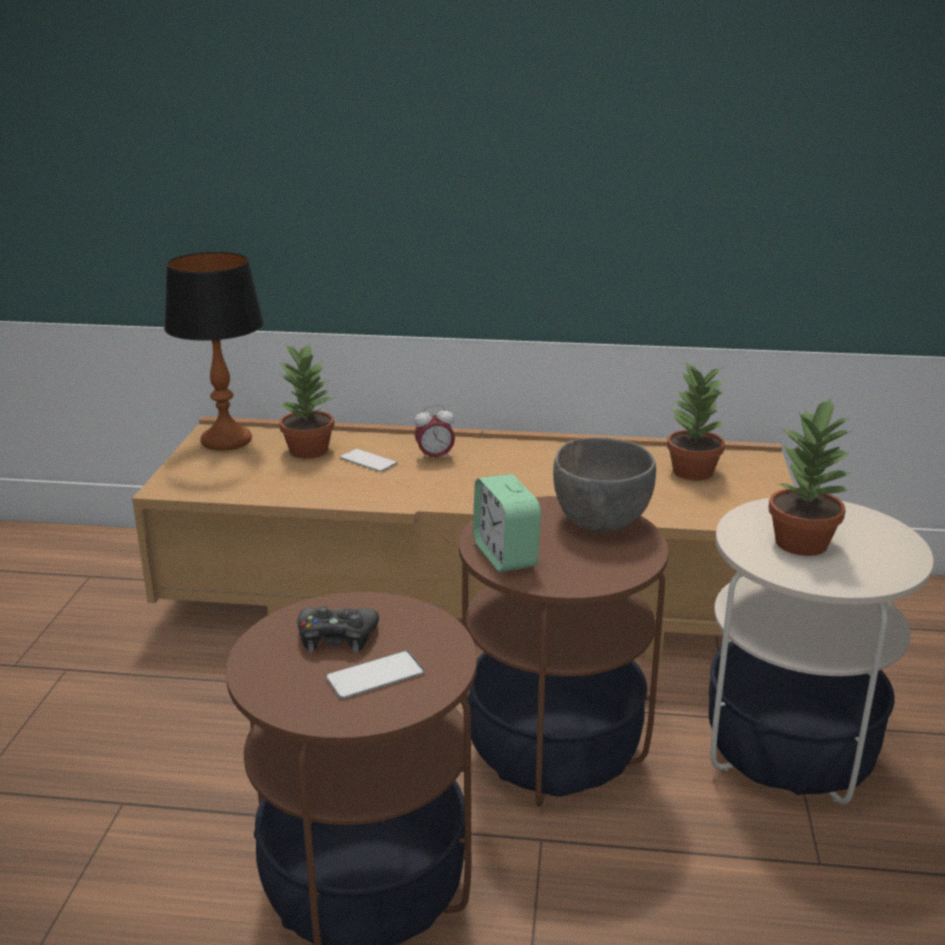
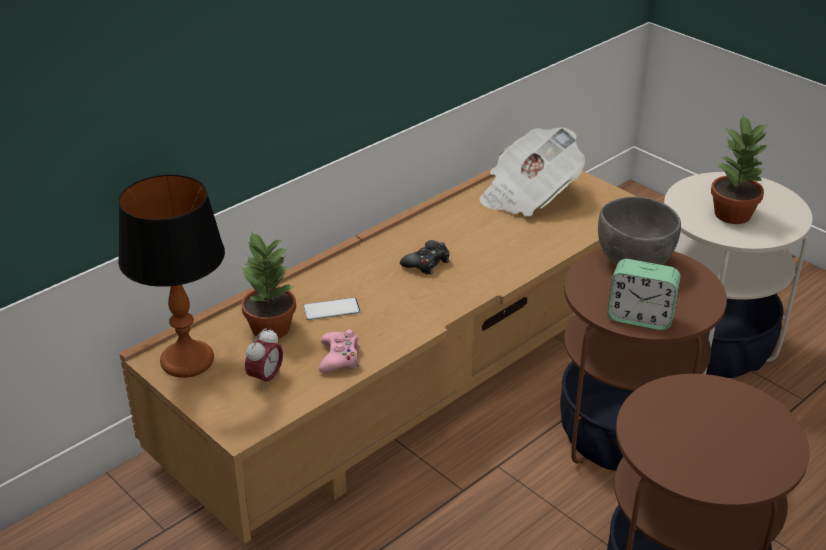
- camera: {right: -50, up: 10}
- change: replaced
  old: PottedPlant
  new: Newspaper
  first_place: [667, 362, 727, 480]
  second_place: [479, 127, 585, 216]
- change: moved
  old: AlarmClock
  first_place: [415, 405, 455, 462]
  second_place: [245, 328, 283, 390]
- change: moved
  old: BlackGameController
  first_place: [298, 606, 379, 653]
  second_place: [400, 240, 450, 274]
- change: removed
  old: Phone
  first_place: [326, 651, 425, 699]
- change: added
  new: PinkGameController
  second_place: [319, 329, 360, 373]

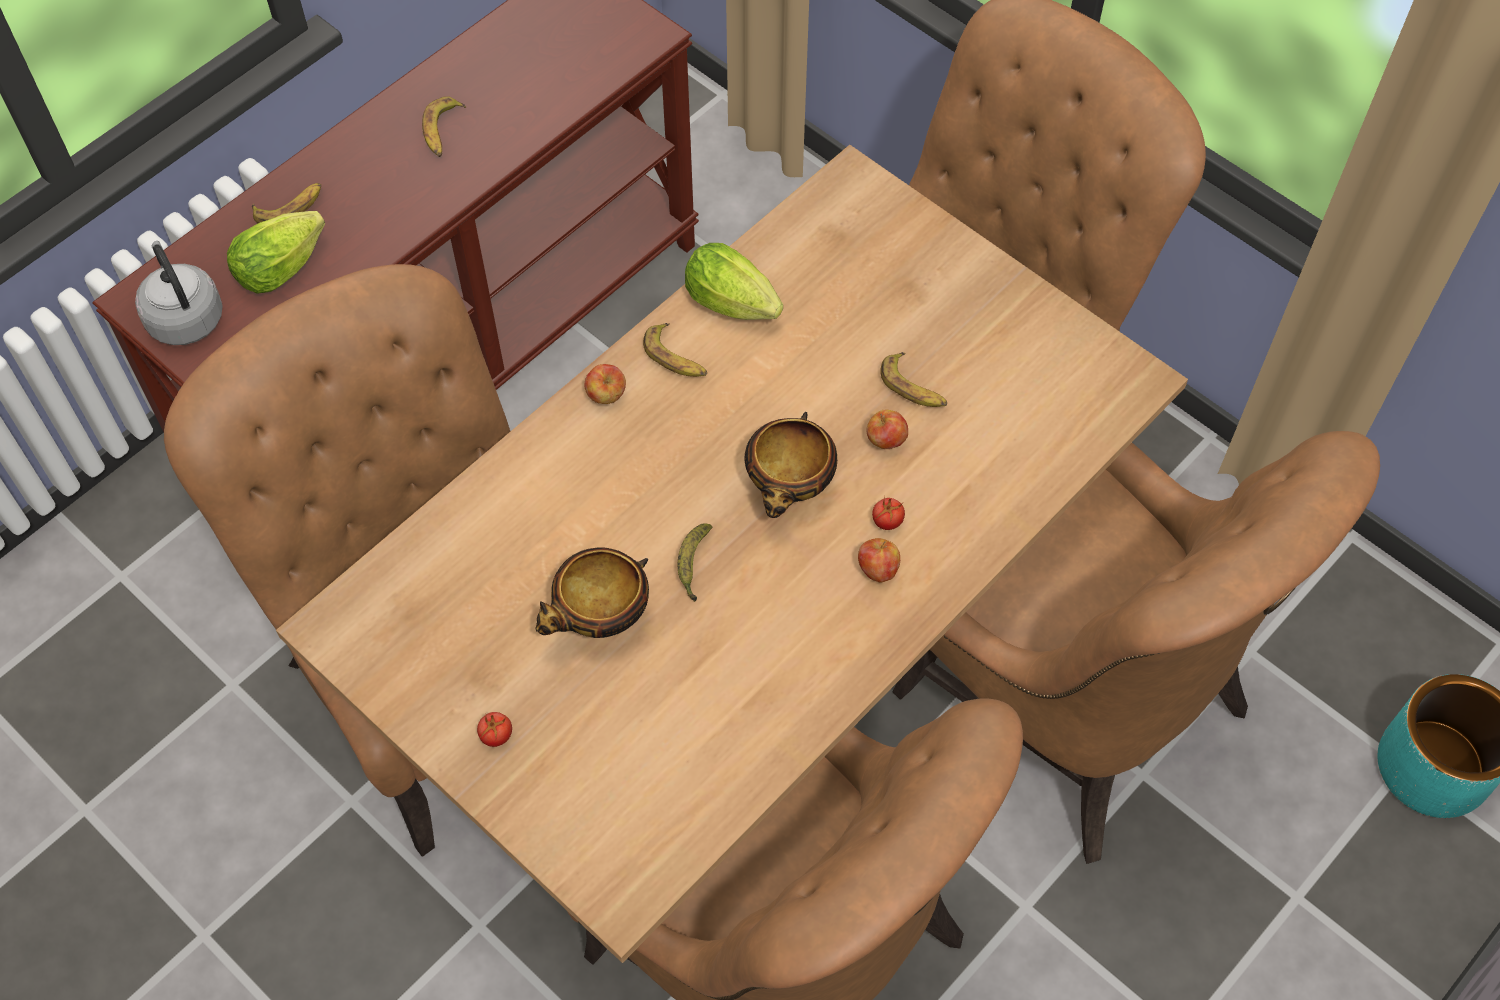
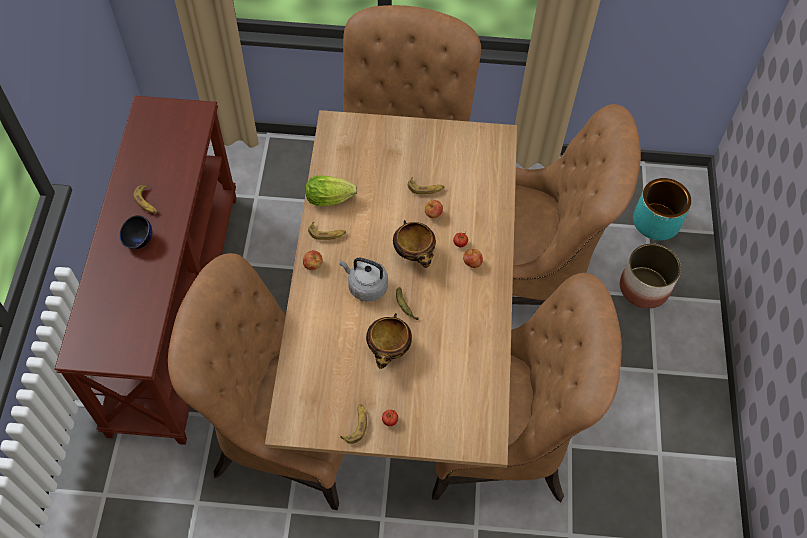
- camera: {right: -40, up: 0}
- change: moved
  old: Banana
  first_place: [252, 183, 321, 223]
  second_place: [340, 404, 367, 444]
- change: removed
  old: Lettuce
  first_place: [227, 211, 325, 294]
- change: moved
  old: GreyKettle
  first_place: [135, 241, 223, 345]
  second_place: [340, 257, 388, 302]
- change: added
  new: BlackBowl
  second_place: [120, 215, 152, 249]
- change: added
  new: Planter
  second_place: [620, 243, 681, 309]

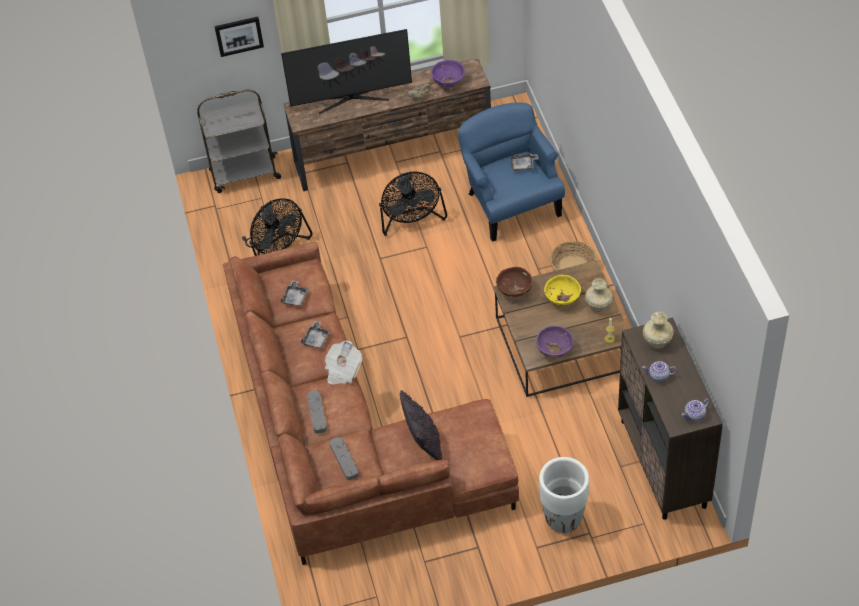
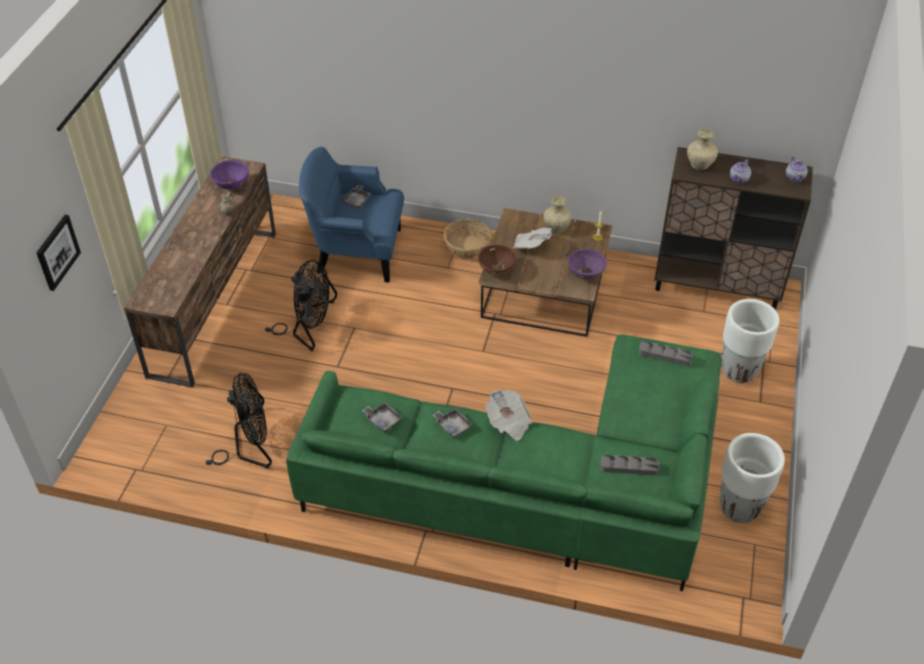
- camera: {right: -65, up: -5}
- change: removed
  old: Television
  first_place: [281, 29, 412, 114]
- change: removed
  old: GreyCart
  first_place: [197, 89, 281, 193]
- change: recoloured
  old: BrownSofa
  new: GreenSofa
  first_place: [223, 242, 519, 565]
  second_place: [286, 335, 721, 591]
- change: replaced
  old: YellowBowl
  new: Newspaper
  first_place: [544, 275, 581, 306]
  second_place: [513, 228, 552, 249]
- change: moved
  old: GreyTray
  first_place: [307, 390, 327, 434]
  second_place: [639, 341, 693, 366]
- change: removed
  old: BlackPillow
  first_place: [400, 390, 443, 460]
- change: added
  new: WhitePlanter
  second_place: [720, 433, 785, 523]

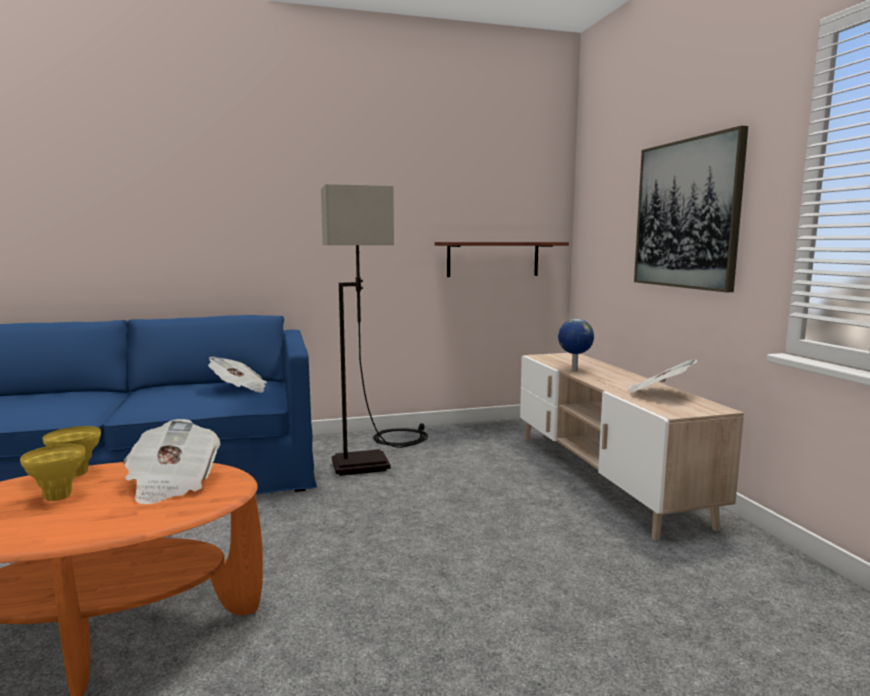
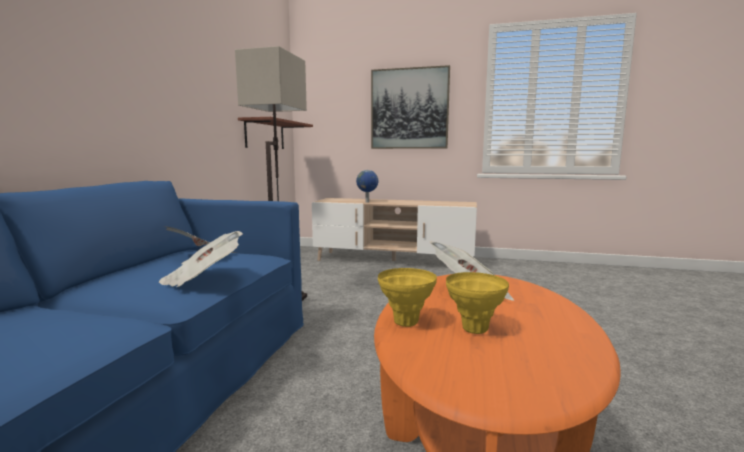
- camera: {right: -60, up: 0}
- change: moved
  old: Newspaper
  first_place: [627, 359, 697, 393]
  second_place: [159, 231, 243, 287]

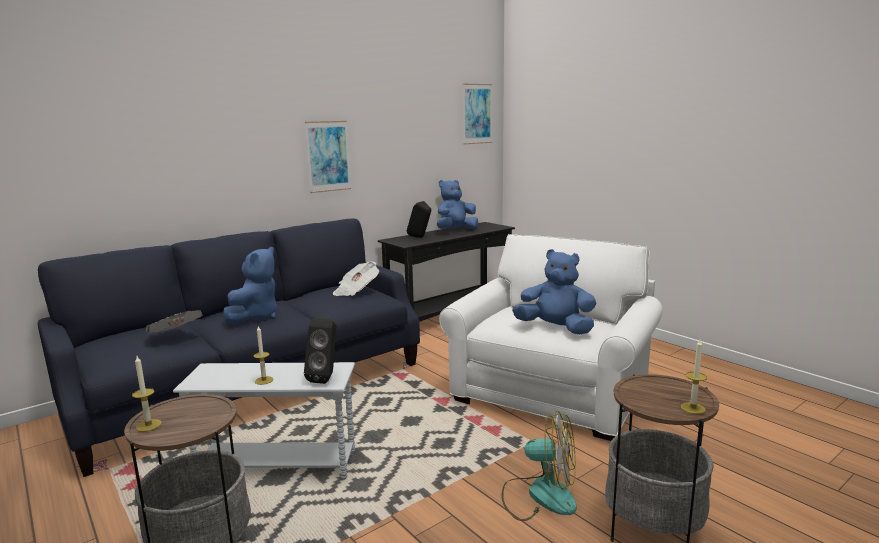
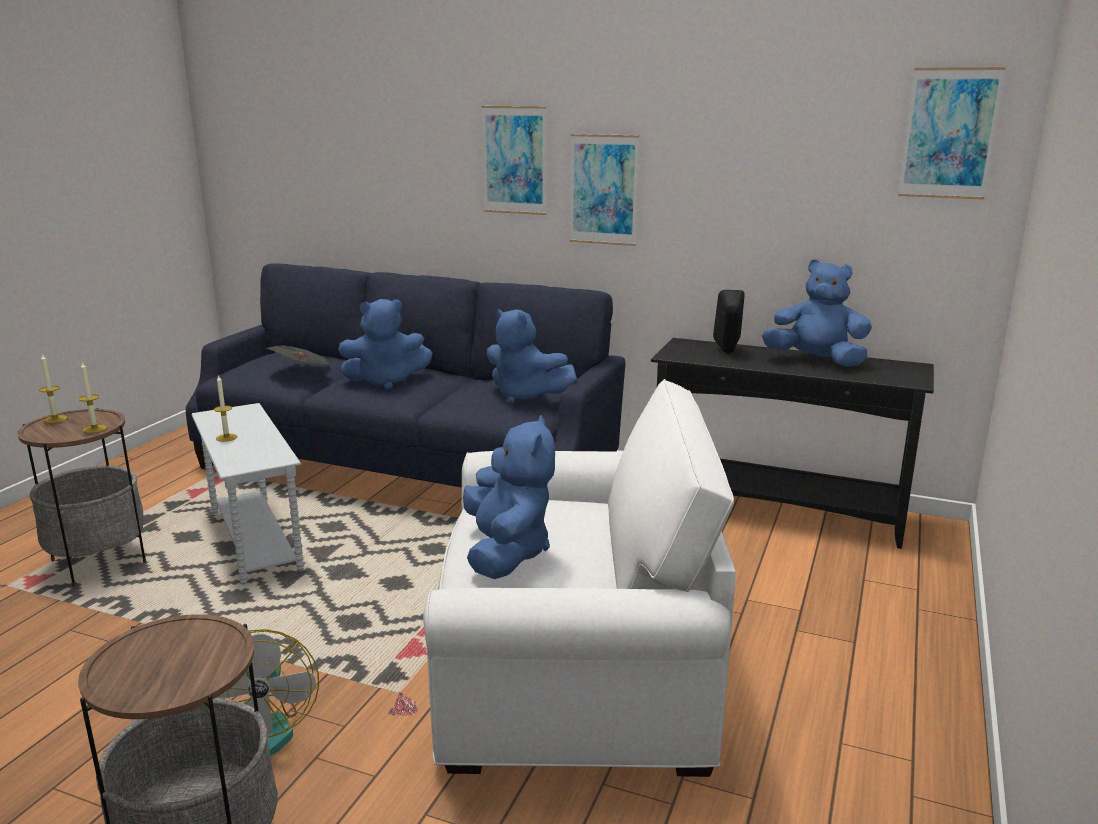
- camera: {right: 60, up: 5}
- change: replaced
  old: Newspaper
  new: BluePlushToy
  first_place: [333, 261, 379, 296]
  second_place: [487, 309, 577, 405]
- change: removed
  old: BlackSpeaker
  first_place: [304, 317, 336, 384]
- change: moved
  old: Candle
  first_place: [681, 340, 707, 414]
  second_place: [79, 362, 107, 433]
- change: added
  new: Picture
  second_place: [482, 106, 546, 215]

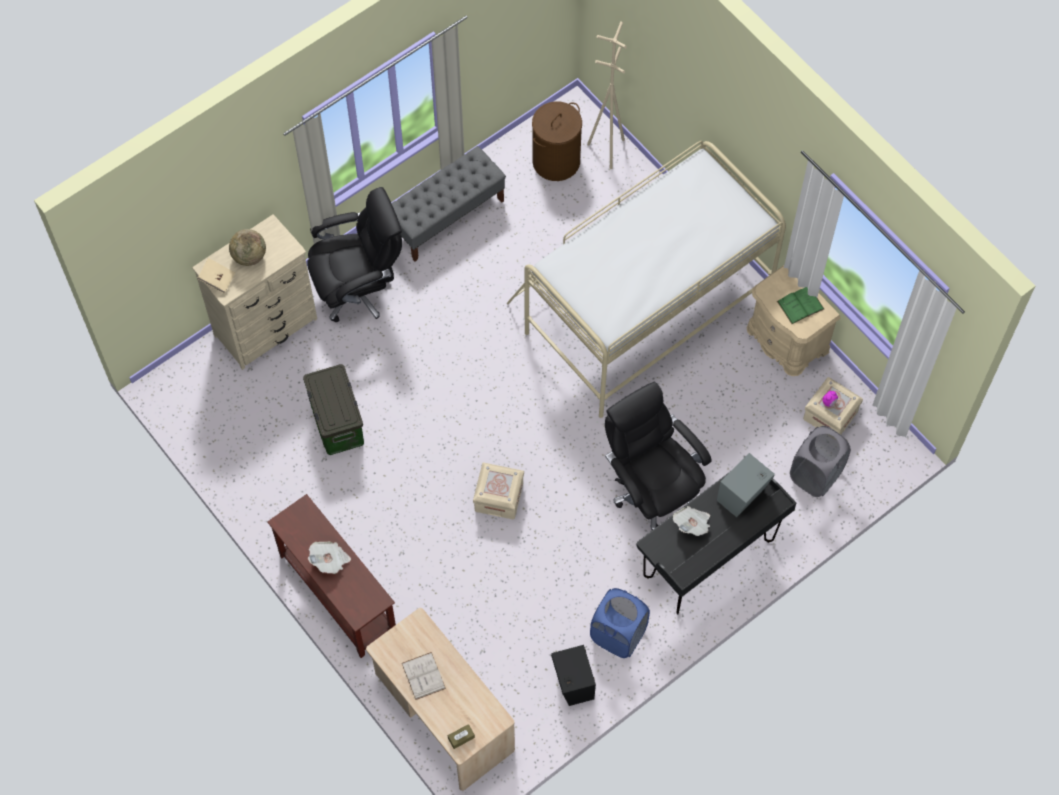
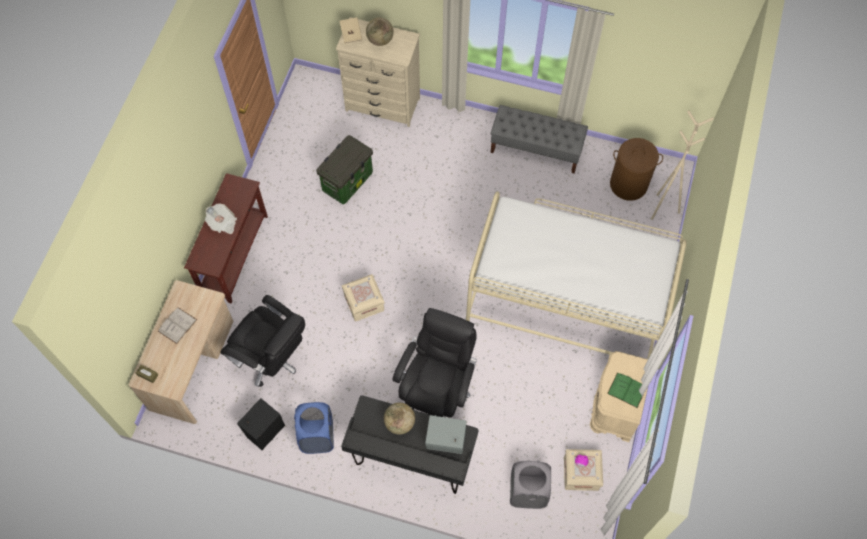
- camera: {right: 55, up: 0}
- change: moved
  old: BlackOfficeChair
  first_place: [307, 187, 402, 322]
  second_place: [221, 295, 305, 387]
- change: replaced
  old: Newspaper
  new: Globe
  first_place: [673, 506, 710, 536]
  second_place: [384, 403, 415, 435]

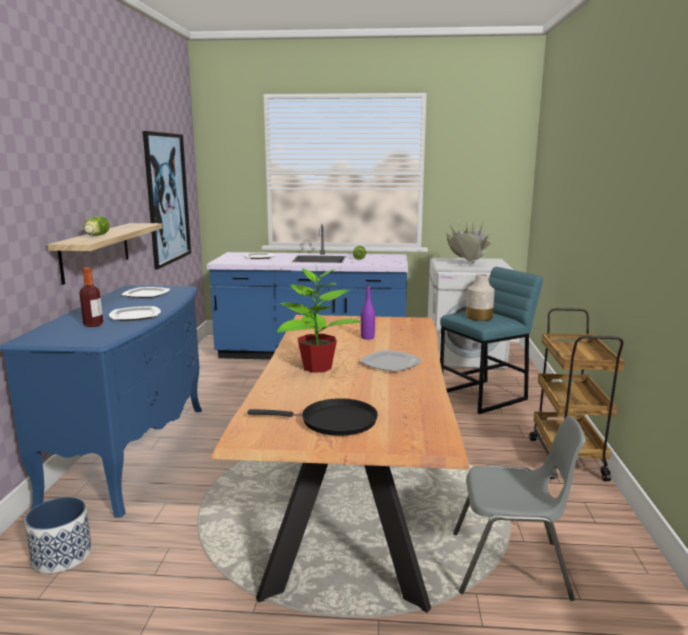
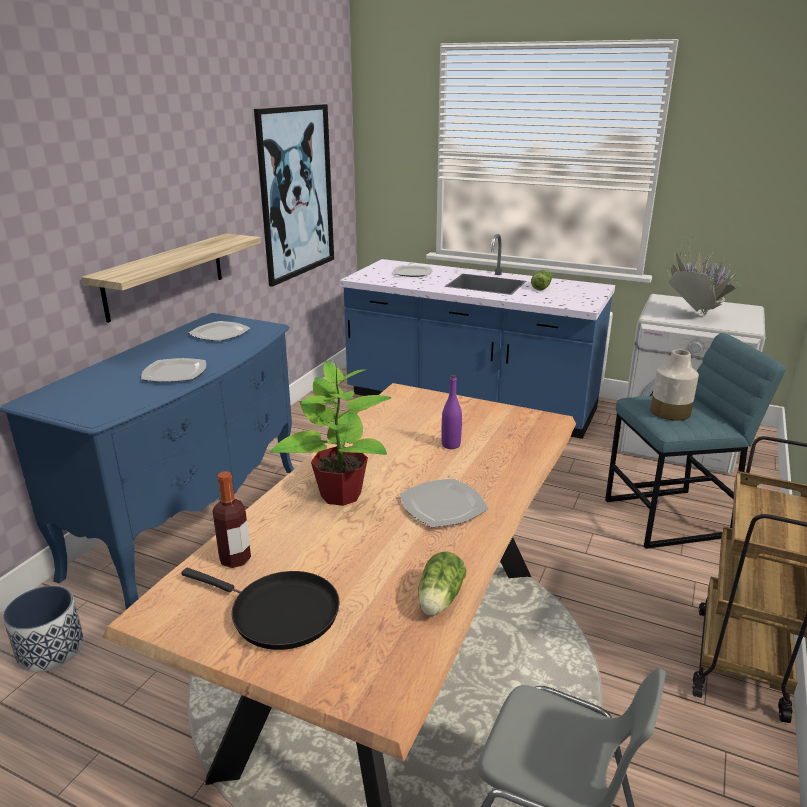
- camera: {right: 20, up: 10}
- change: moved
  old: Lettuce
  first_place: [83, 216, 110, 236]
  second_place: [418, 552, 466, 615]
- change: moved
  old: Bottle
  first_place: [79, 267, 103, 327]
  second_place: [213, 471, 251, 568]

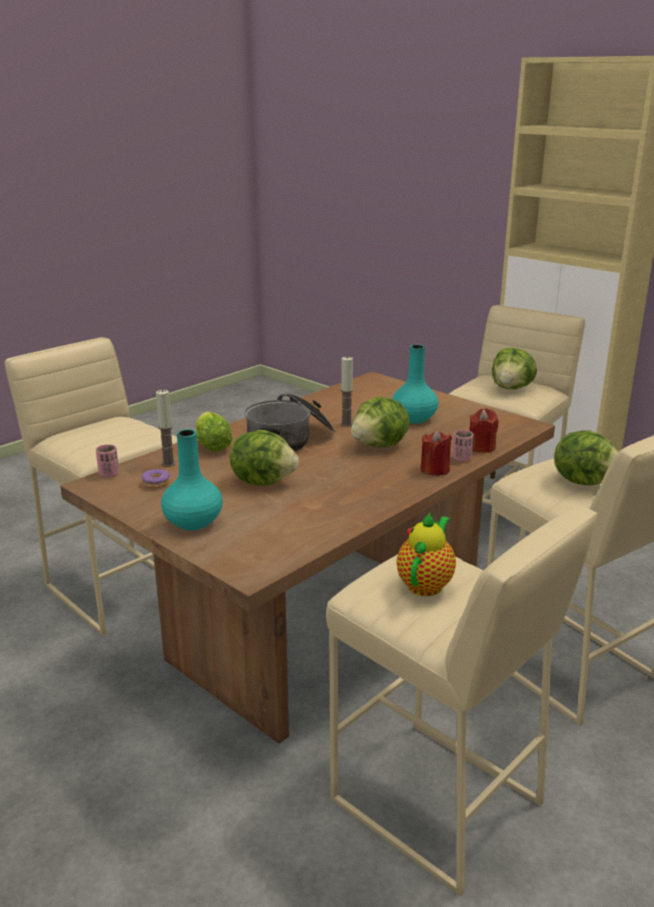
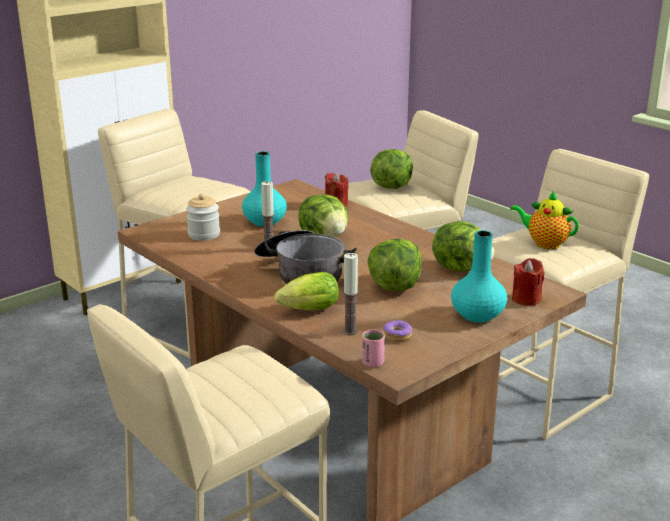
- camera: {right: -85, up: 0}
- change: moved
  old: Lettuce
  first_place: [492, 348, 537, 389]
  second_place: [432, 221, 494, 272]
- change: moved
  old: RedCandle
  first_place: [421, 430, 452, 476]
  second_place: [512, 258, 544, 306]
- change: removed
  old: PinkCup
  first_place: [453, 430, 474, 462]
- change: added
  new: Jar
  second_place: [186, 194, 220, 241]

